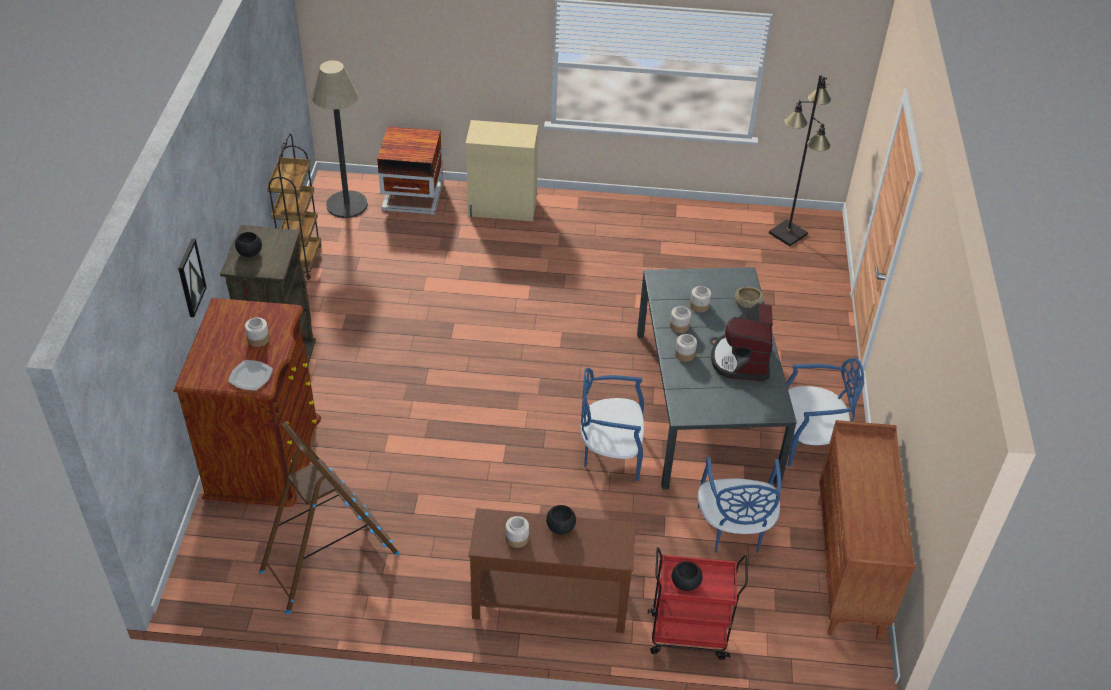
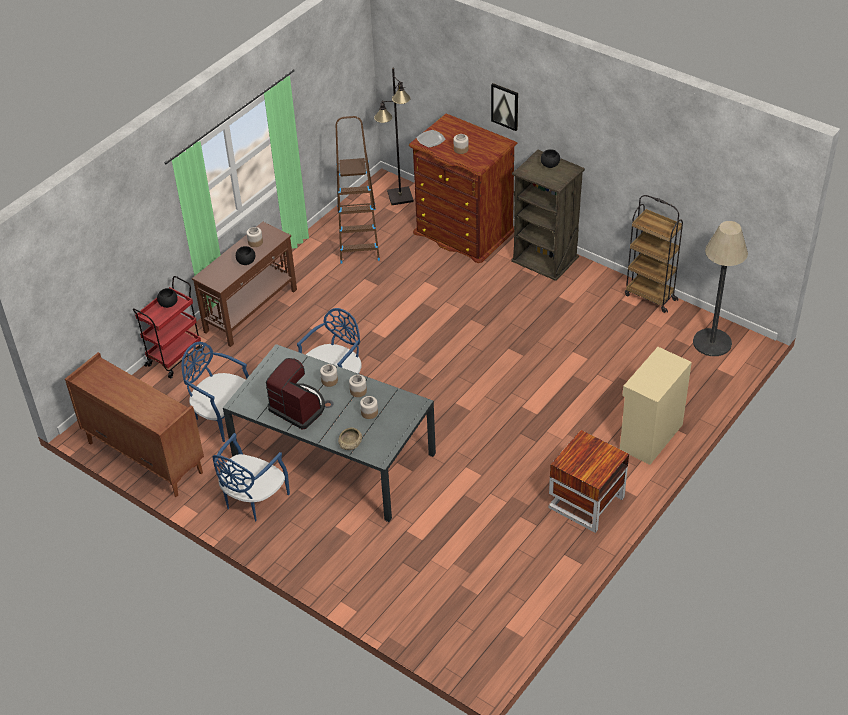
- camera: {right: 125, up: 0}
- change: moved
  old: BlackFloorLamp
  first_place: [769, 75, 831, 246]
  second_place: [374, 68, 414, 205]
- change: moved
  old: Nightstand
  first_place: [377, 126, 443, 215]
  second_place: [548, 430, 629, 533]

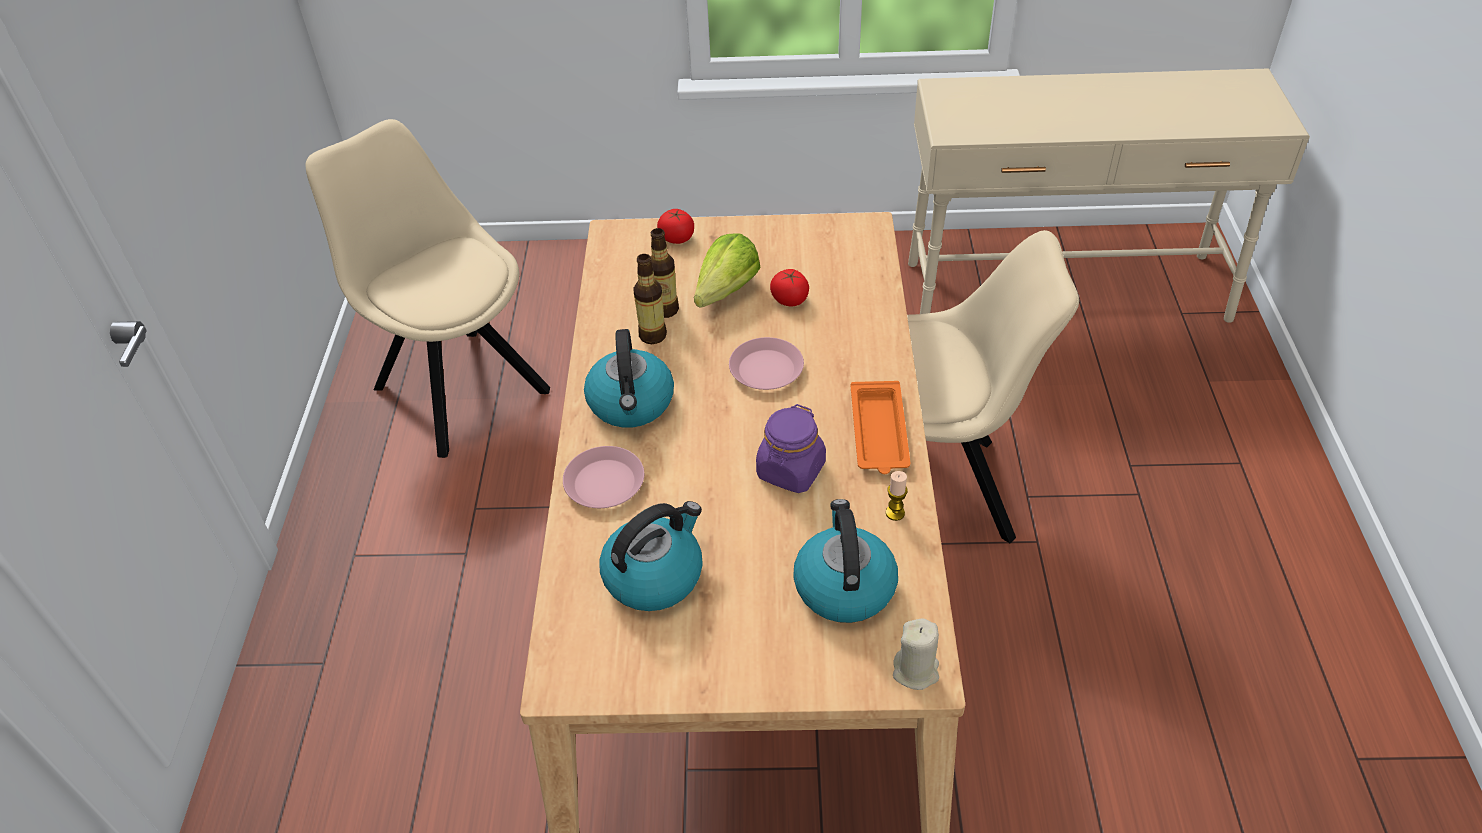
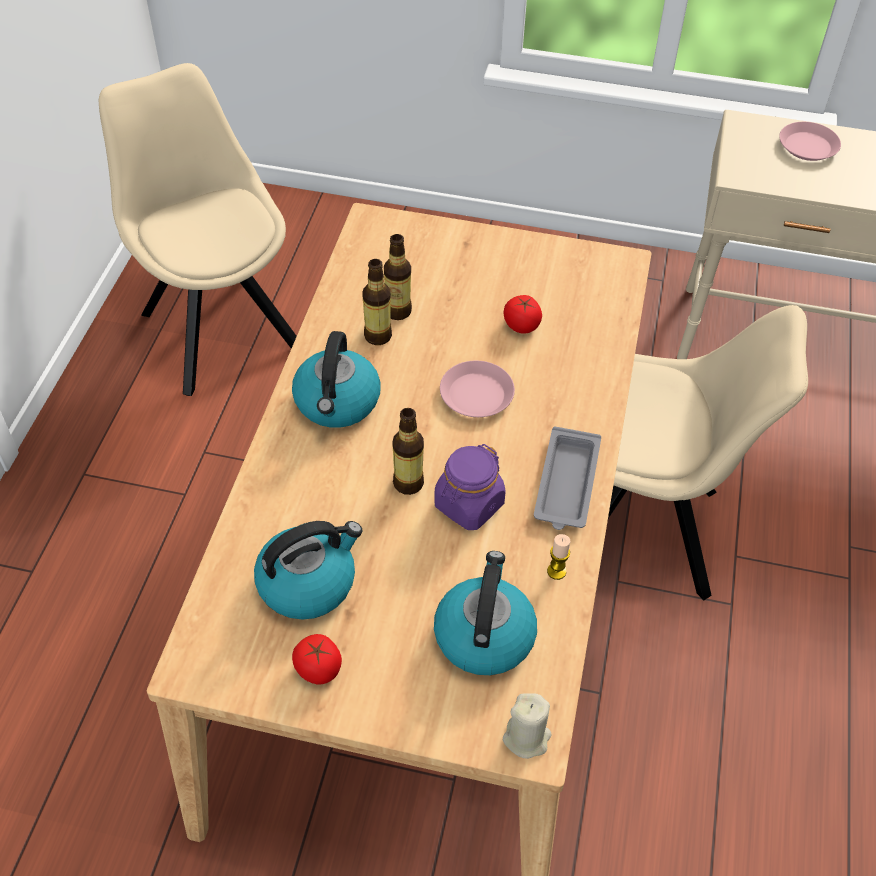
- camera: {right: 10, up: 5}
- change: moved
  old: Tomato
  first_place: [657, 209, 694, 244]
  second_place: [292, 634, 342, 684]
- change: removed
  old: Lettuce
  first_place: [694, 233, 761, 308]
- change: recoloured
  old: OrangeTray
  new: GreyTray
  first_place: [851, 381, 911, 474]
  second_place: [534, 426, 601, 530]
- change: moved
  old: PinkPlate
  first_place: [563, 446, 644, 508]
  second_place: [779, 122, 841, 161]
- change: added
  new: Bottle
  second_place: [392, 408, 424, 495]

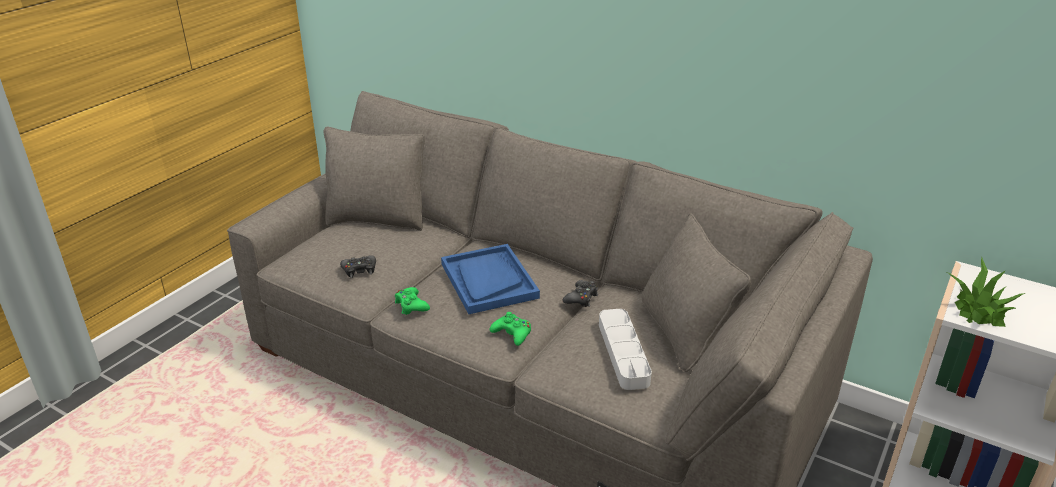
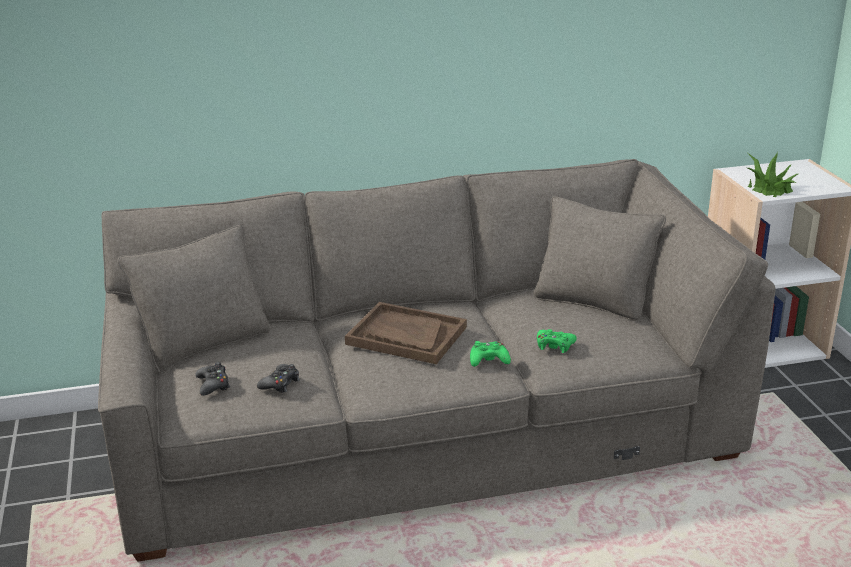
- camera: {right: -45, up: -5}
- change: recoloured
  old: BlueTray
  new: BrownTray
  first_place: [441, 244, 540, 314]
  second_place: [345, 302, 467, 364]
- change: moved
  old: BlackGameController
  first_place: [562, 280, 598, 307]
  second_place: [195, 362, 230, 396]
- change: moved
  old: GreenGameController
  first_place: [395, 287, 430, 315]
  second_place: [537, 329, 577, 353]
- change: removed
  old: GreyTray
  first_place: [599, 309, 652, 390]

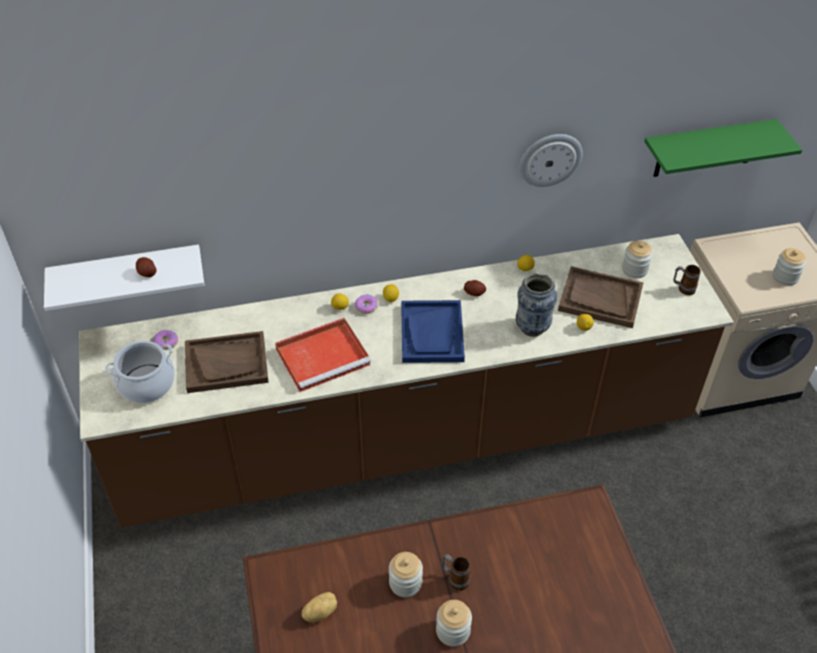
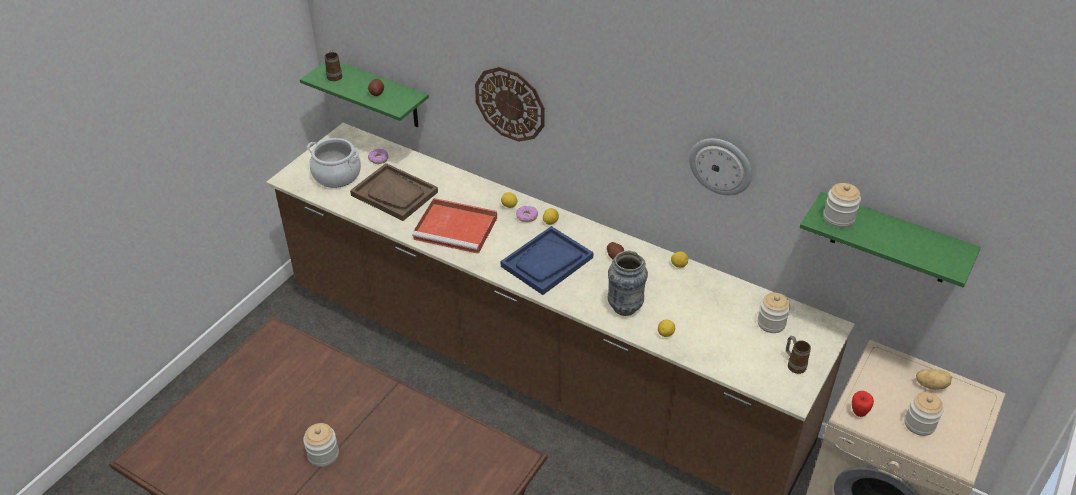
- camera: {right: 45, up: -5}
- change: recoloured
  old: WhiteShelf
  new: GreenShelf
  first_place: [44, 245, 204, 311]
  second_place: [300, 62, 429, 127]
- change: removed
  old: BrownTray
  first_place: [558, 266, 643, 328]
- change: moved
  old: Jar
  first_place: [389, 552, 423, 598]
  second_place: [823, 183, 861, 228]
- change: moved
  old: Mug
  first_place: [442, 554, 470, 591]
  second_place: [325, 48, 342, 81]
- change: moved
  old: Potato
  first_place: [302, 592, 337, 622]
  second_place: [916, 369, 952, 390]
- change: added
  new: WallClock
  second_place: [475, 67, 545, 142]
- change: added
  new: Apple
  second_place: [852, 391, 874, 417]

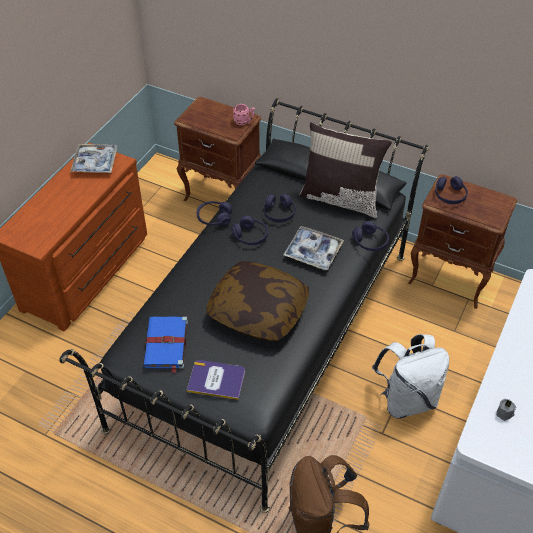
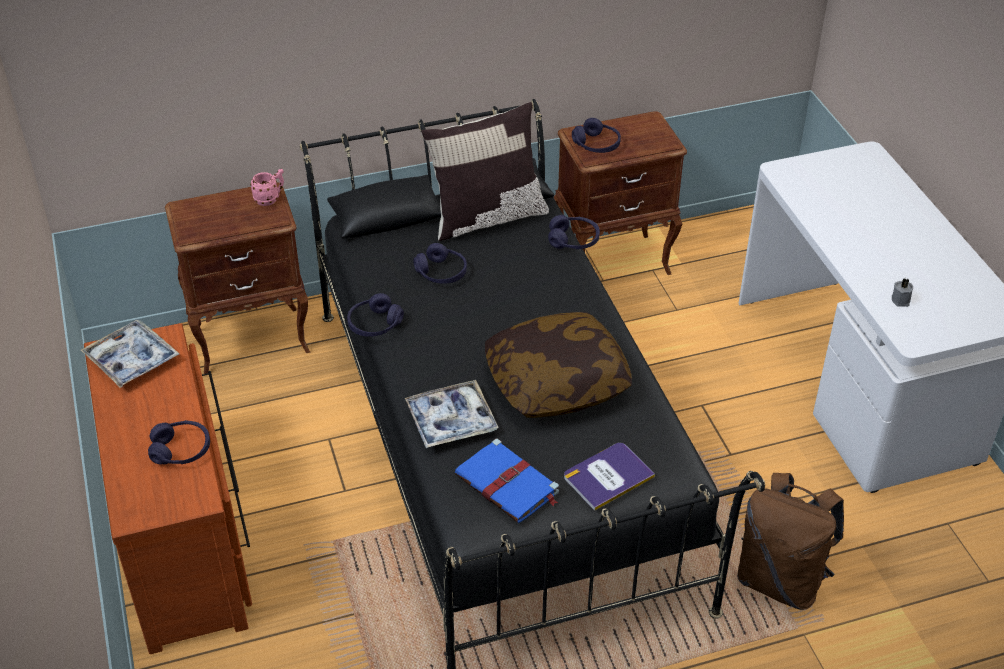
- camera: {right: -45, up: -5}
- change: moved
  old: PurpleHeadphones
  first_place: [231, 216, 268, 245]
  second_place: [148, 420, 210, 465]
- change: moved
  old: Tray
  first_place: [283, 226, 344, 270]
  second_place: [405, 380, 499, 448]
- change: removed
  old: WhiteBackpack
  first_place: [372, 334, 449, 419]

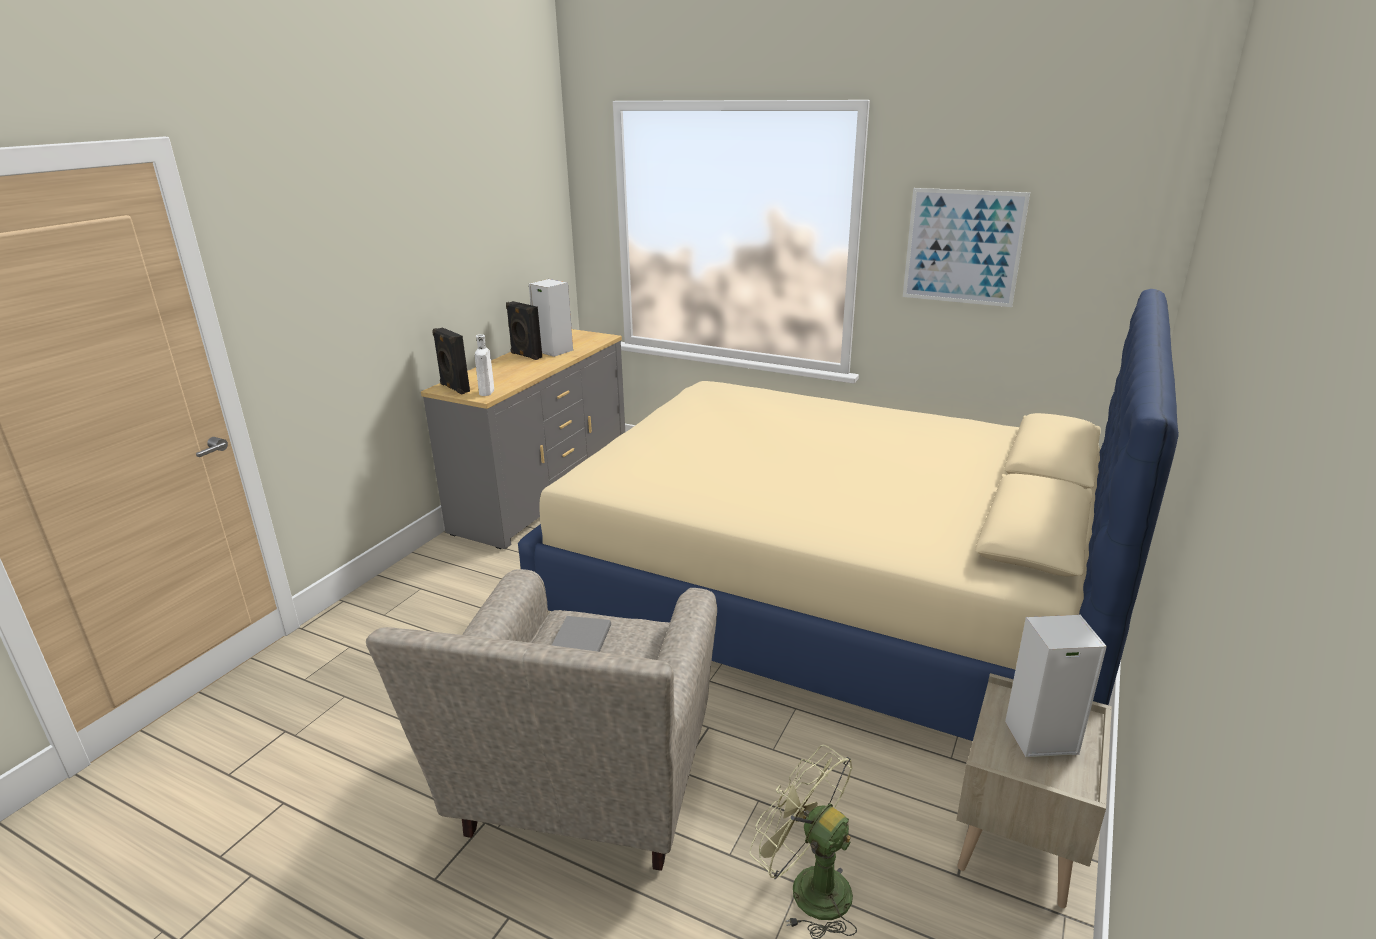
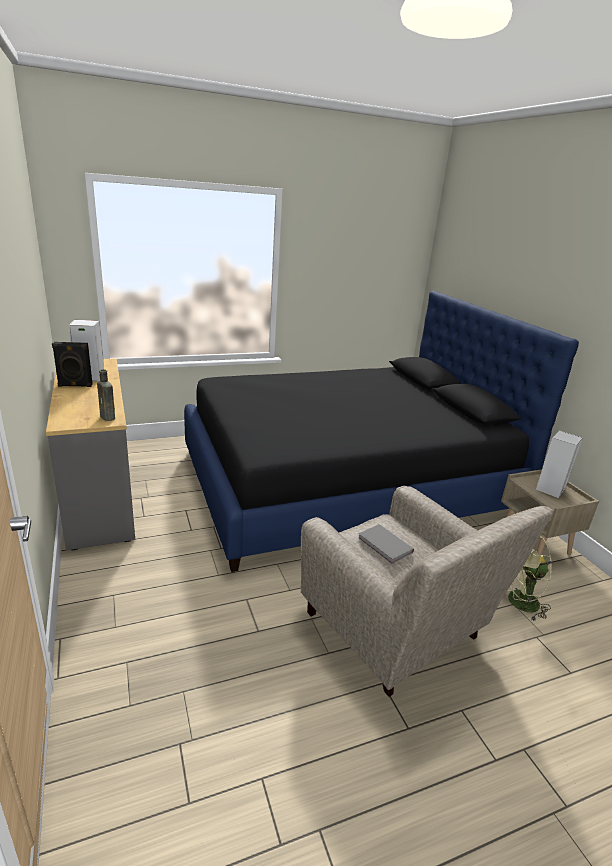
- camera: {right: -50, up: 0}
- change: removed
  old: Picture
  first_place: [903, 188, 1030, 307]
- change: recoloured
  old: BeigeBed
  new: BlackBed
  first_place: [518, 289, 1179, 741]
  second_place: [184, 291, 579, 572]
- change: removed
  old: BlackSpeaker
  first_place: [432, 327, 470, 395]
- change: recoloured
  old: WhiteBottle
  new: BrownBottle
  first_place: [475, 334, 494, 396]
  second_place: [97, 369, 115, 421]

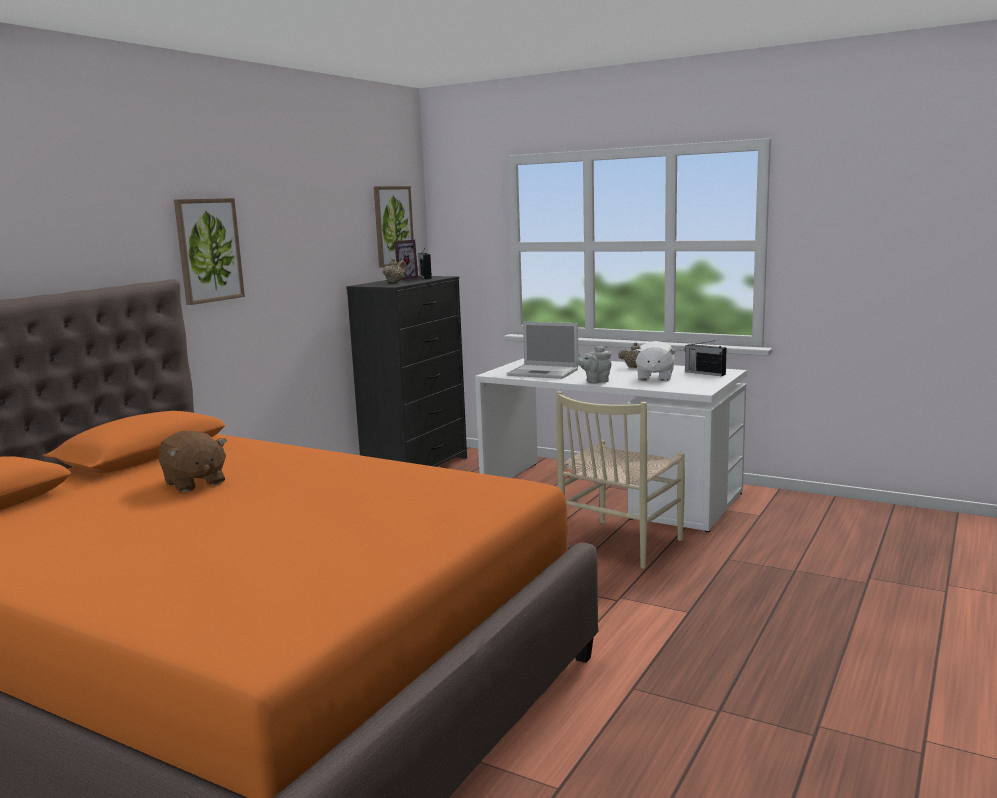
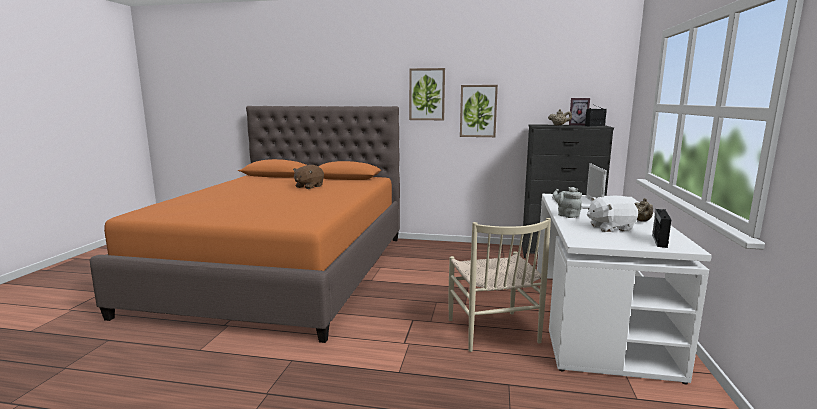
- camera: {right: 70, up: 0}
- change: moved
  old: Picture
  first_place: [374, 186, 414, 268]
  second_place: [460, 85, 498, 137]
- change: turned
  old: BeigeChair
  first_place: [556, 391, 685, 569]
  second_place: [449, 218, 551, 352]
  degrees: -120

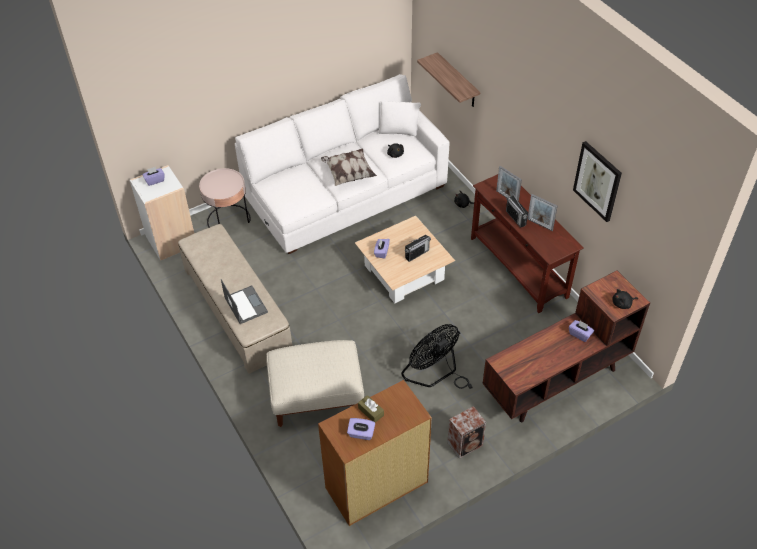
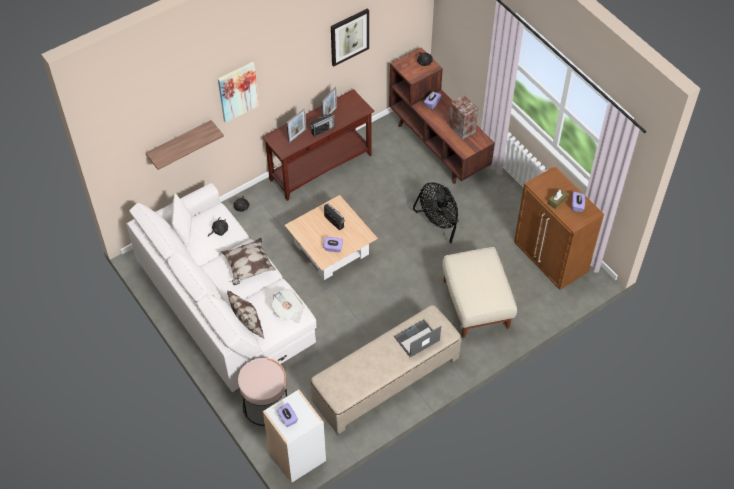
- camera: {right: -95, up: 5}
- change: moved
  old: Speaker
  first_place: [447, 406, 486, 459]
  second_place: [449, 95, 478, 140]
- change: added
  new: Picture
  second_place: [218, 62, 259, 122]
- change: added
  new: Newspaper
  second_place: [272, 289, 305, 323]
- change: added
  new: Pillow
  second_place: [227, 290, 264, 338]

